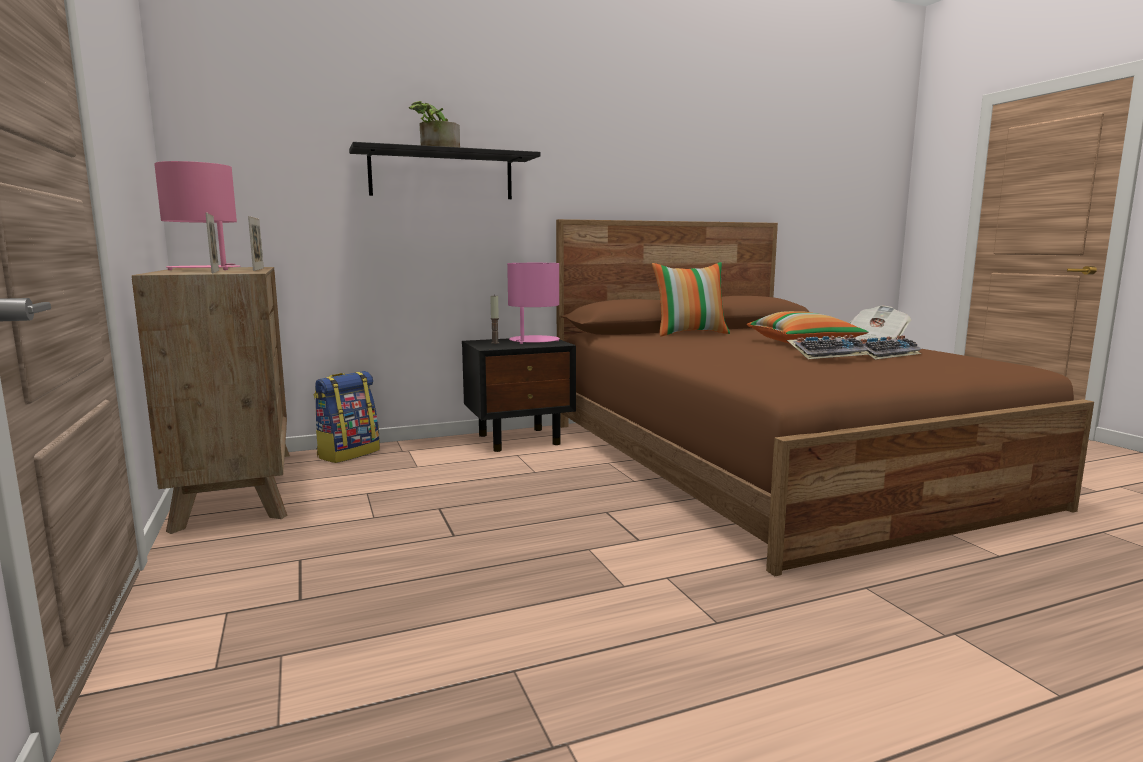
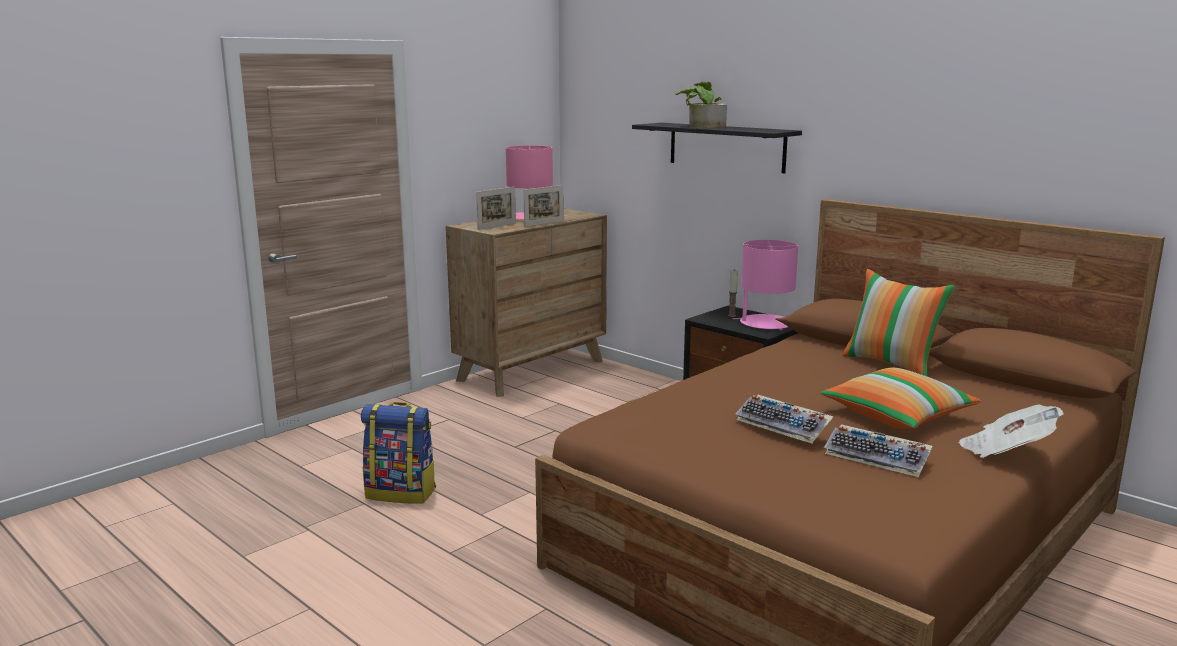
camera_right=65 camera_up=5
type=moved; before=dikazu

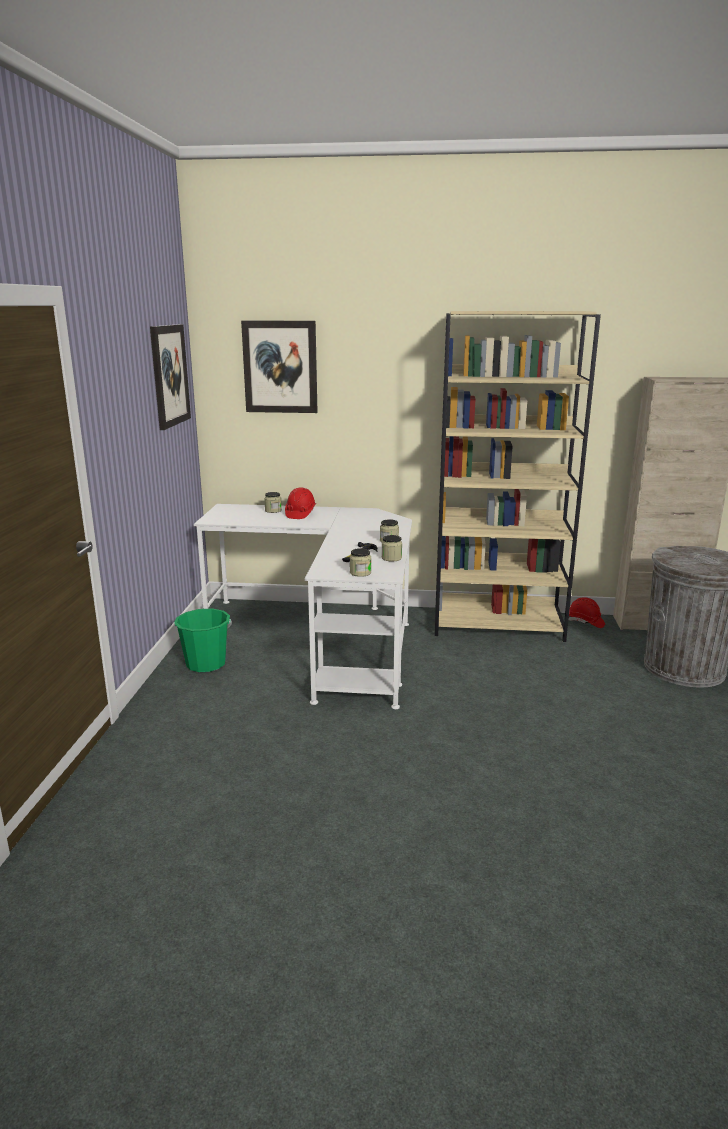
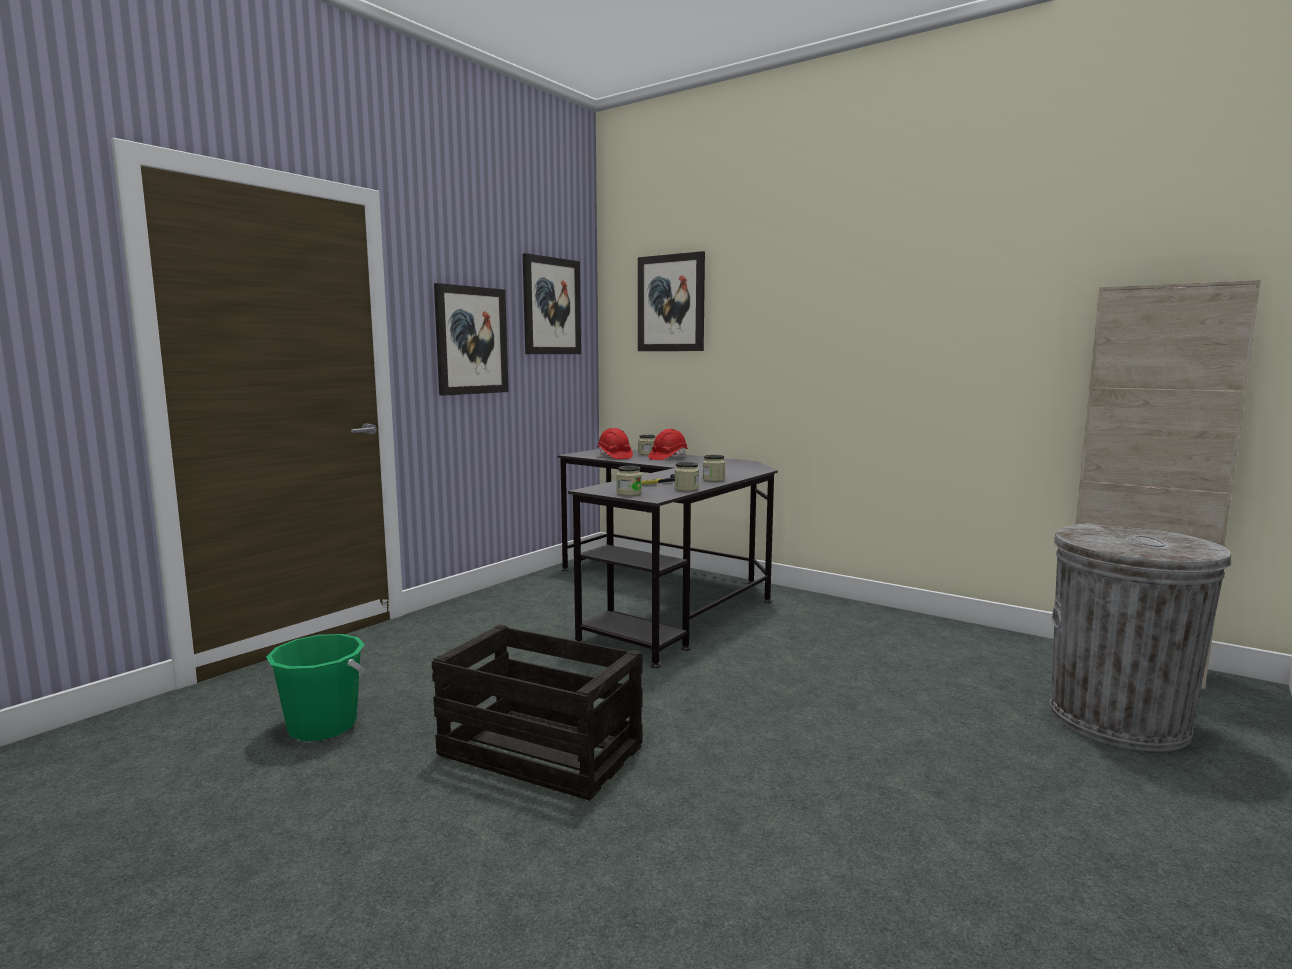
camera_right=30 camera_up=-10
type=moved; before=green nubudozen
type=recoloured; before=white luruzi; after=black luruzi
type=removed; before=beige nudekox
type=moved; before=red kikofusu (2nd from left in the first image); after=red kikofusu (1st from left)
type=added; after=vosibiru
type=added; after=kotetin (1st from left)

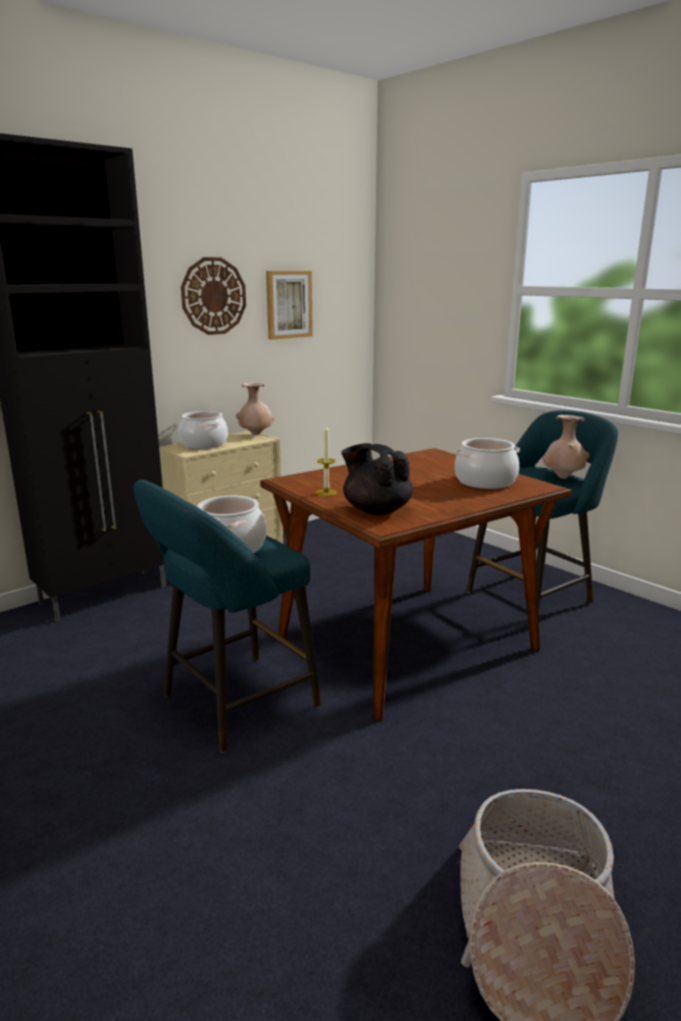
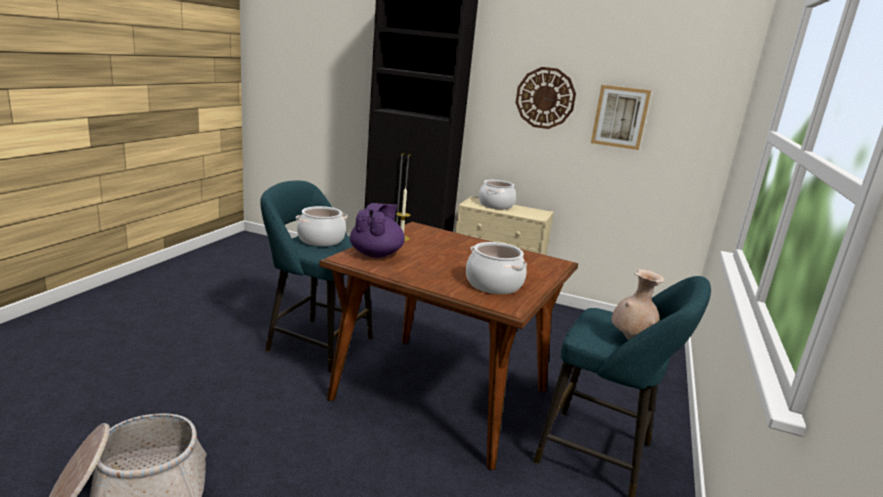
camera_right=60 camera_up=0
type=removed; before=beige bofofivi (1st from left)
type=recoloured; before=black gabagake; after=purple gabagake

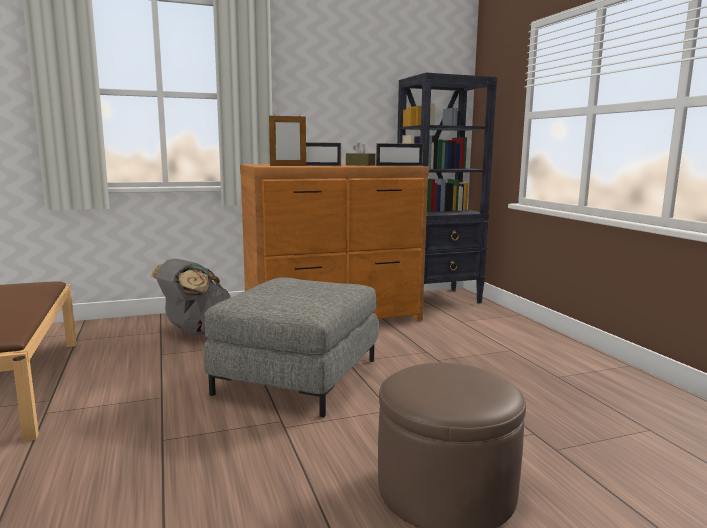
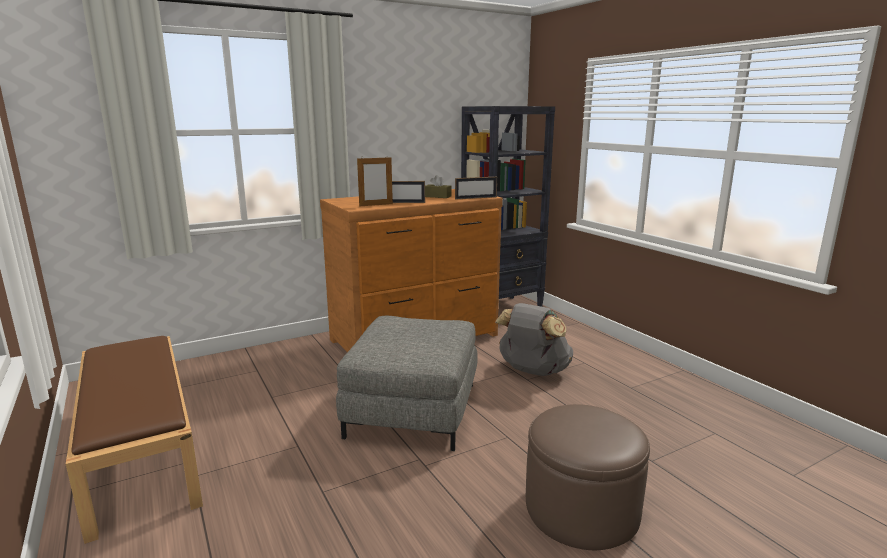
camera_right=-10 camera_up=5
type=moved; before=grey dikazu

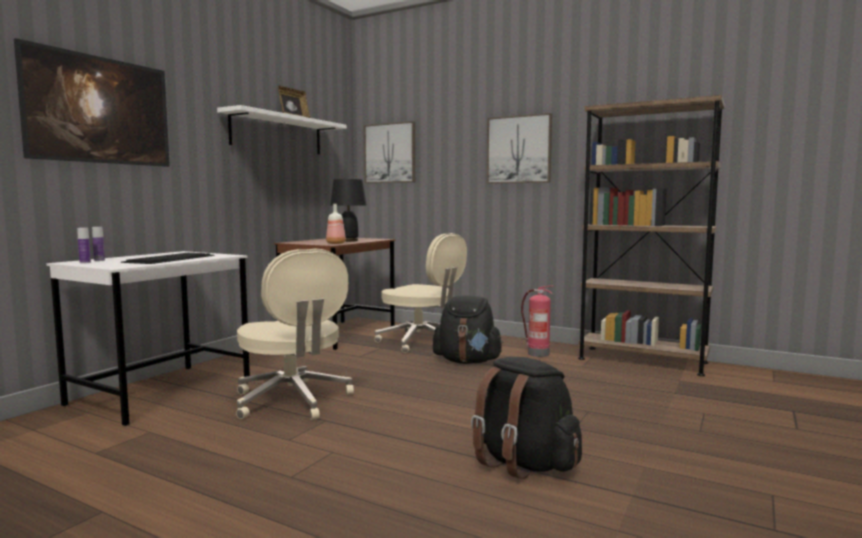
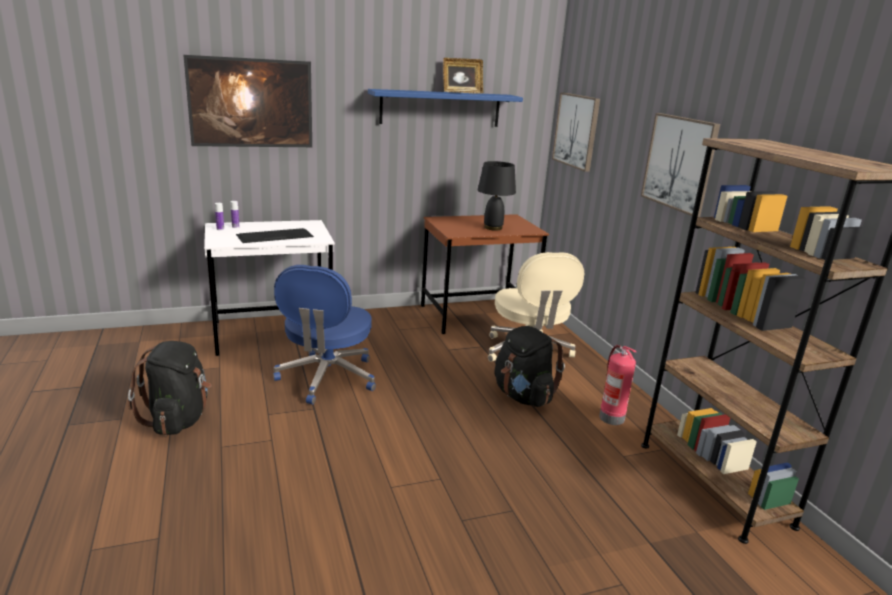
camera_right=40 camera_up=15
type=recoloured; before=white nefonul; after=blue nefonul
type=recoloured; before=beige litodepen (1st from left); after=blue litodepen
type=removed; before=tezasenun (3rd from left)
type=moved; before=black dikazu (2nd from left in the first image); after=black dikazu (1st from left)

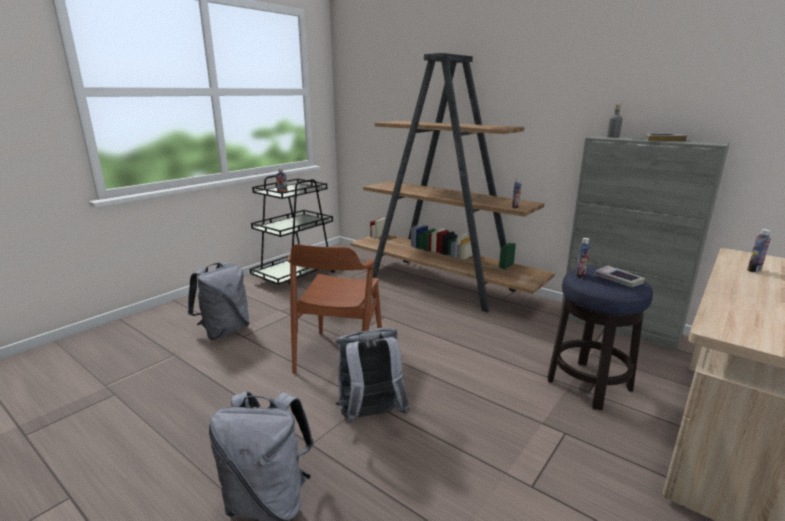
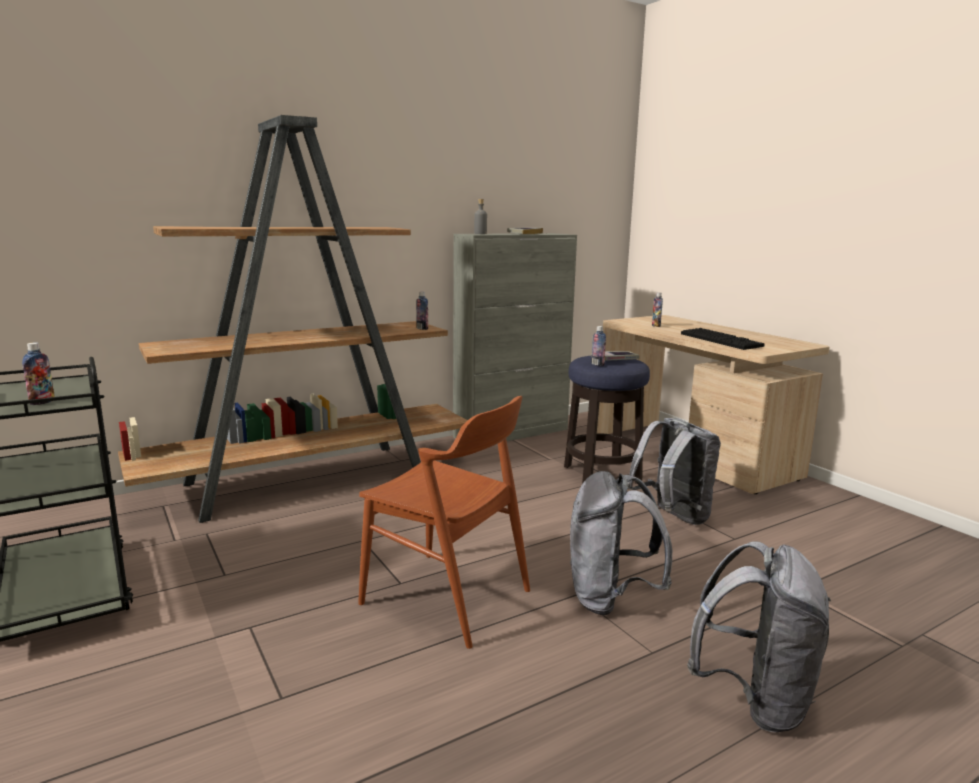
camera_right=-70 camera_up=-5
type=moved; before=grey dikazu (1st from left in the first image); after=grey dikazu (2nd from left)
type=added; after=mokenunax

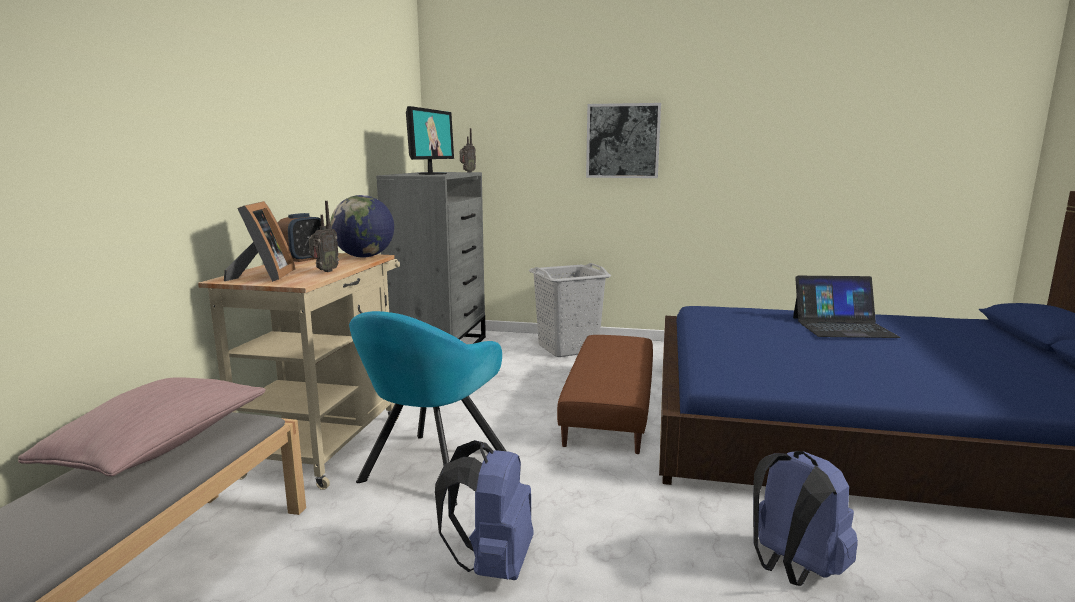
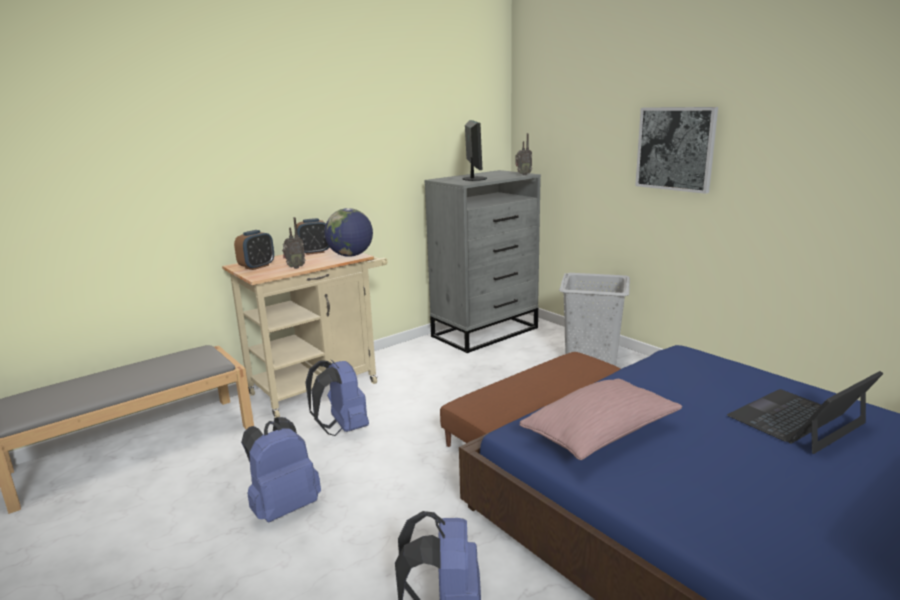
camera_right=40 camera_up=5
type=moved; before=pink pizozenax
type=replaced; before=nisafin; after=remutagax (1st from left)
type=replaced; before=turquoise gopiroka; after=blue dikazu (2nd from left)
type=turned; before=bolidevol; turn=-60
type=turned; before=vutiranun; turn=105

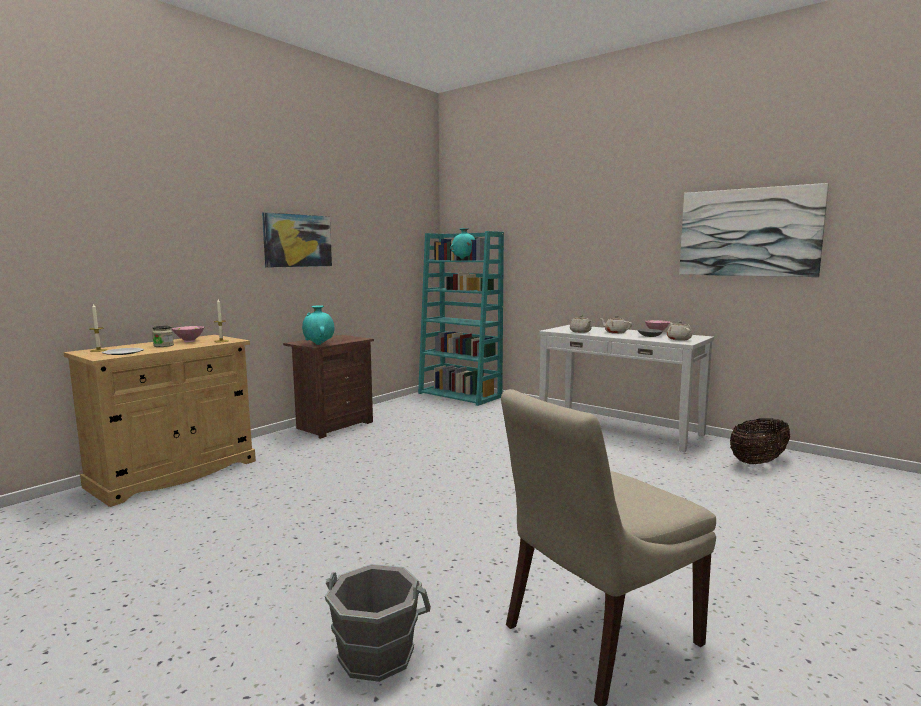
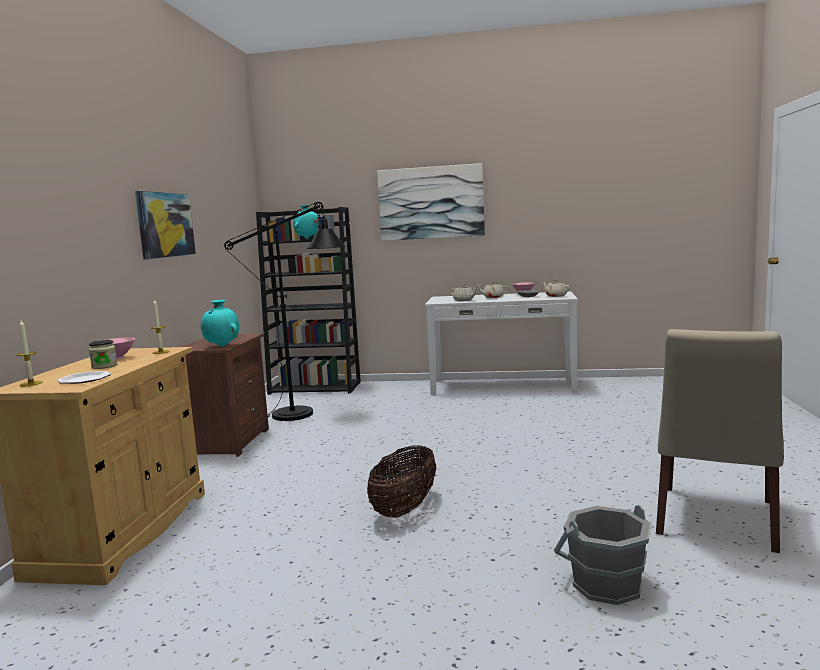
camera_right=-30 camera_up=0
type=recoloured; before=turquoise nudekox; after=black nudekox
type=moved; before=kotetin (2nd from left)
type=moved; before=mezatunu
type=added; after=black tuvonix

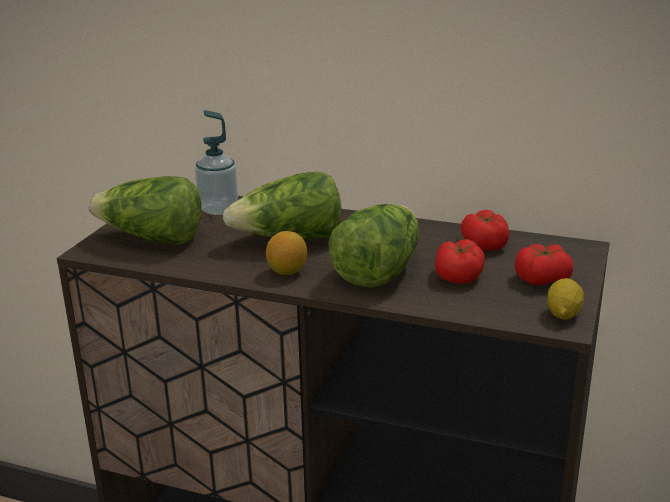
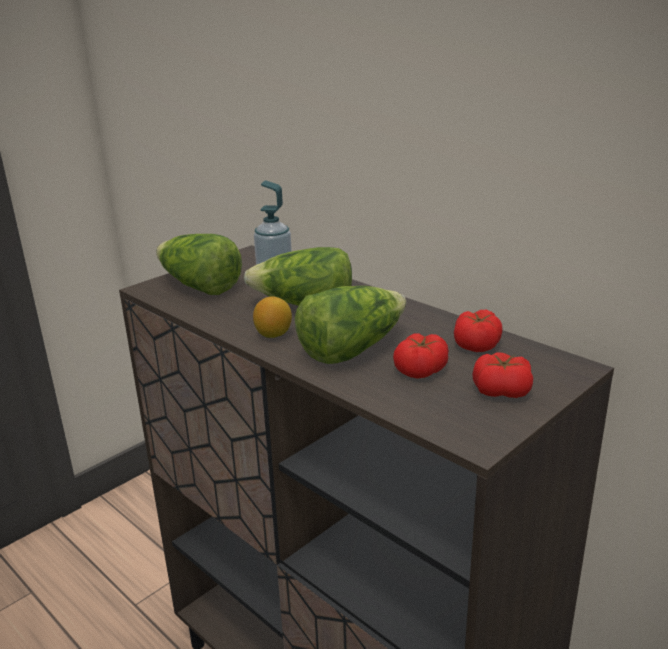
camera_right=25 camera_up=0
type=removed; before=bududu (2nd from left)

